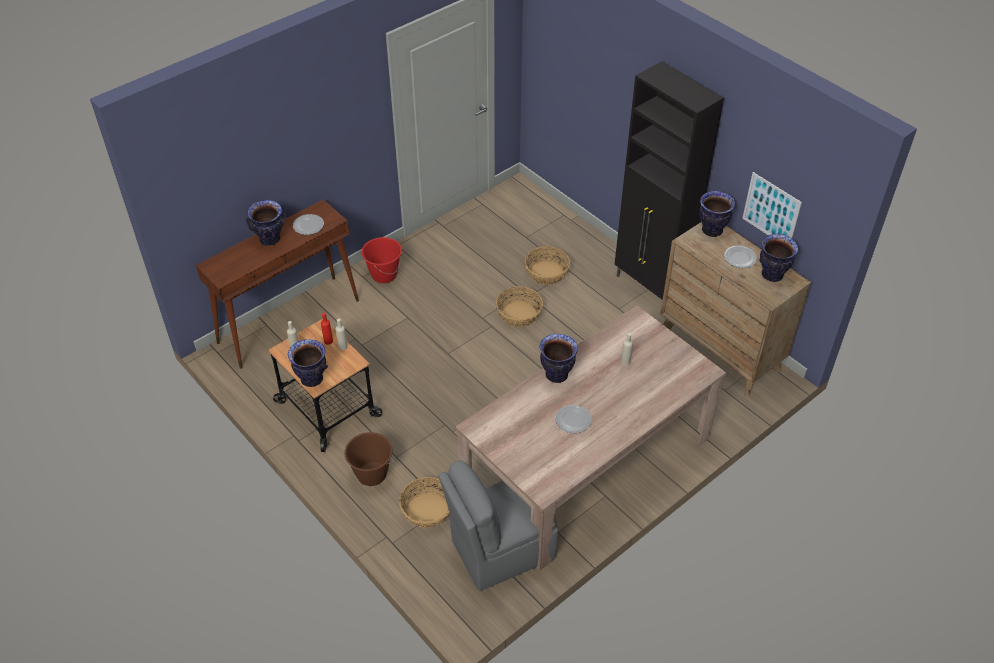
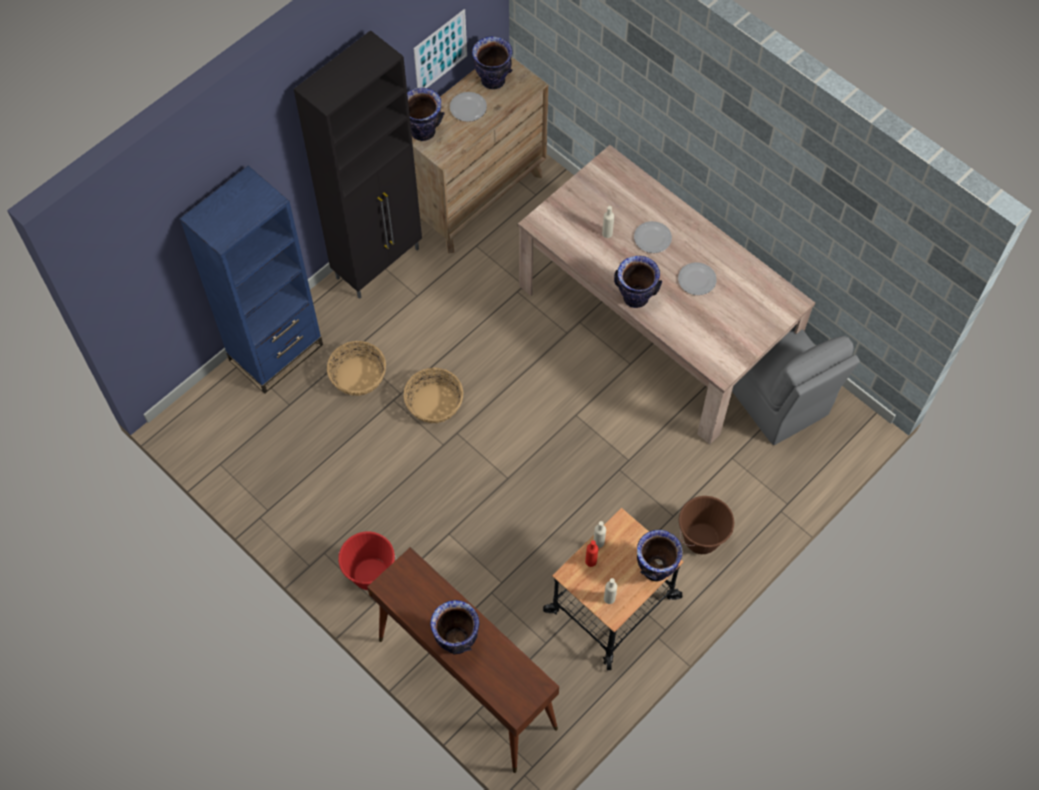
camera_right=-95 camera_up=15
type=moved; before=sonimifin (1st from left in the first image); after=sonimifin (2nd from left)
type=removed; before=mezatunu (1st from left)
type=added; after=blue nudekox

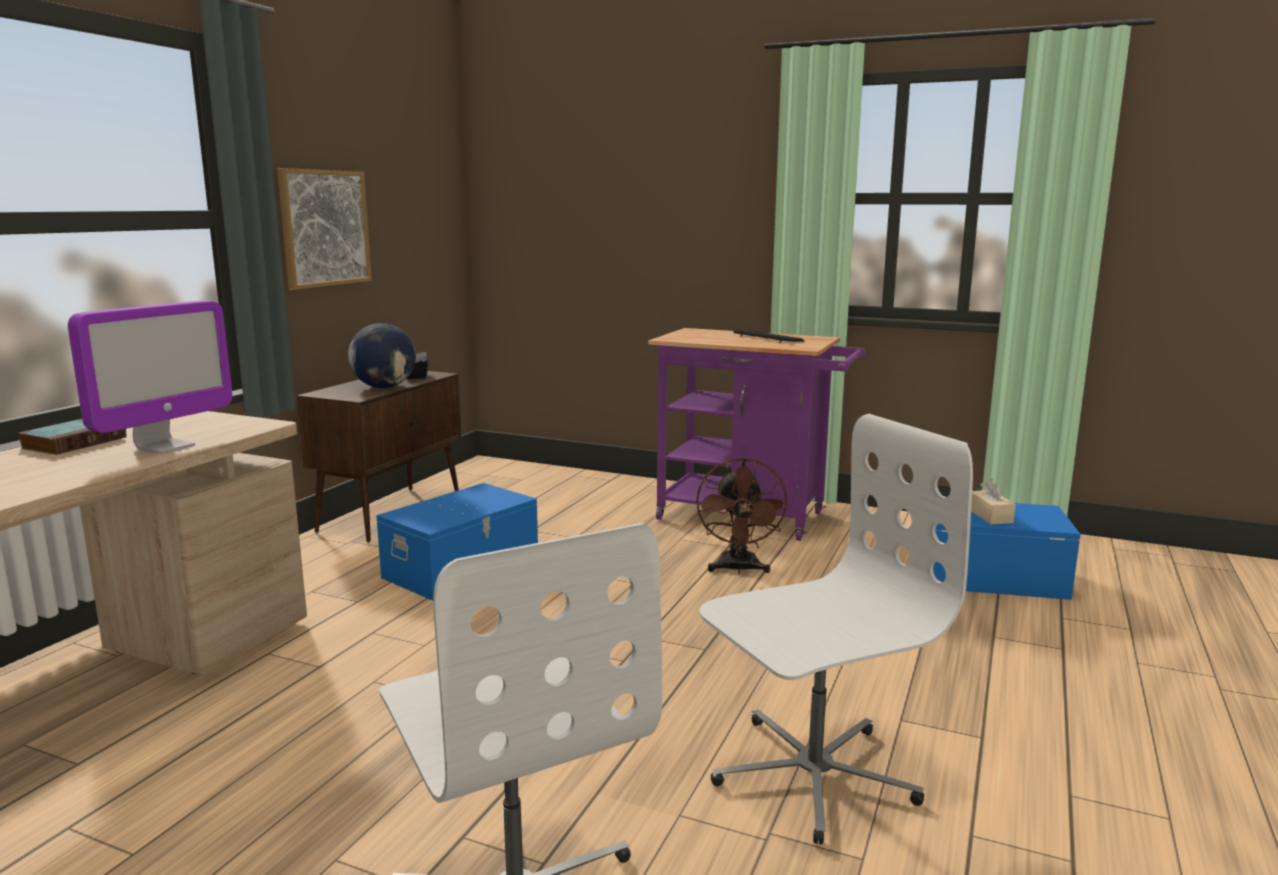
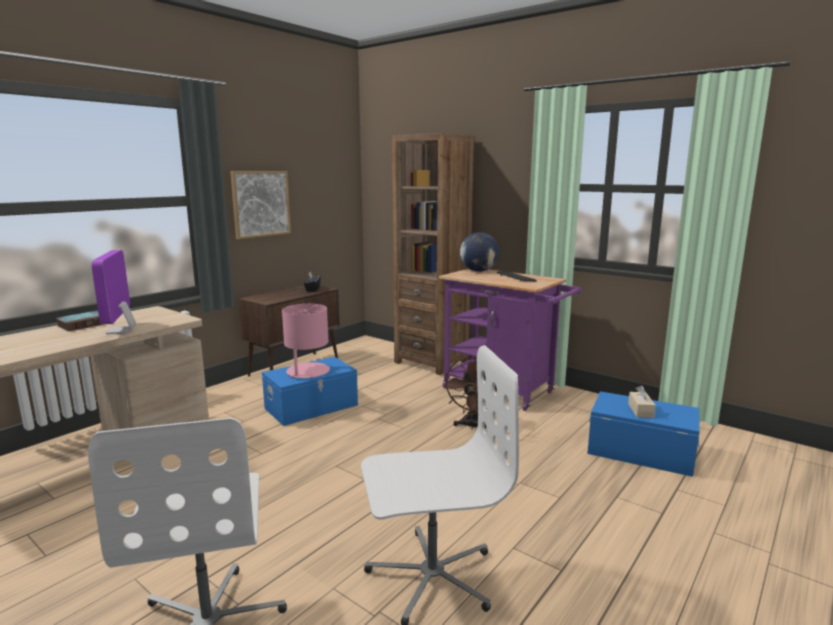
camera_right=15 camera_up=0
type=turned; before=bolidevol; turn=120
type=moved; before=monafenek
type=added; after=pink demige
type=added; after=brown nudekox

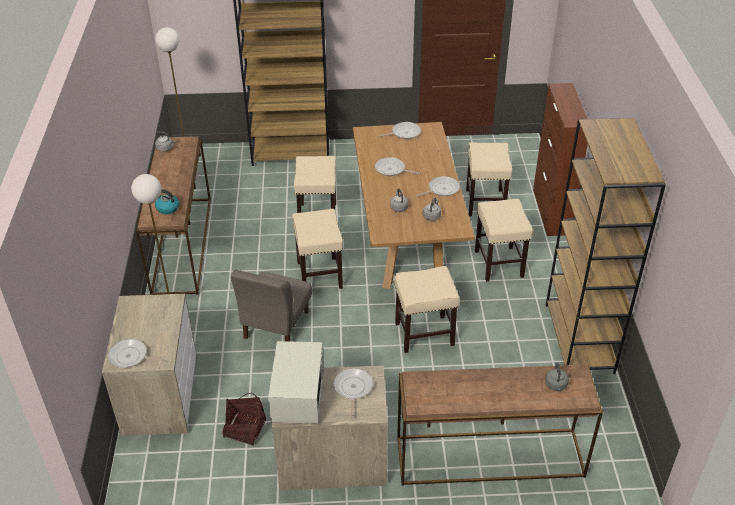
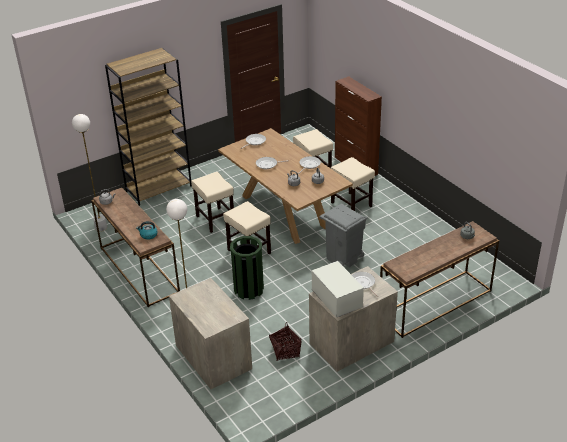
camera_right=-30 camera_up=-5
type=removed; before=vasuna (1st from left)
type=replaced; before=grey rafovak; after=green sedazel
type=replaced; before=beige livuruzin (3rd from left); after=grey sedazel
type=removed; before=brown nudekox (2nd from left)

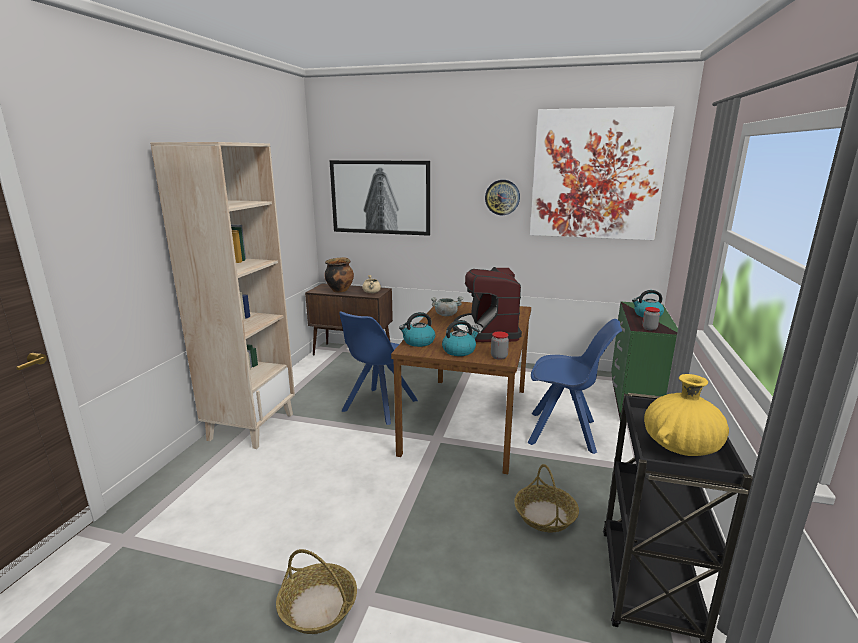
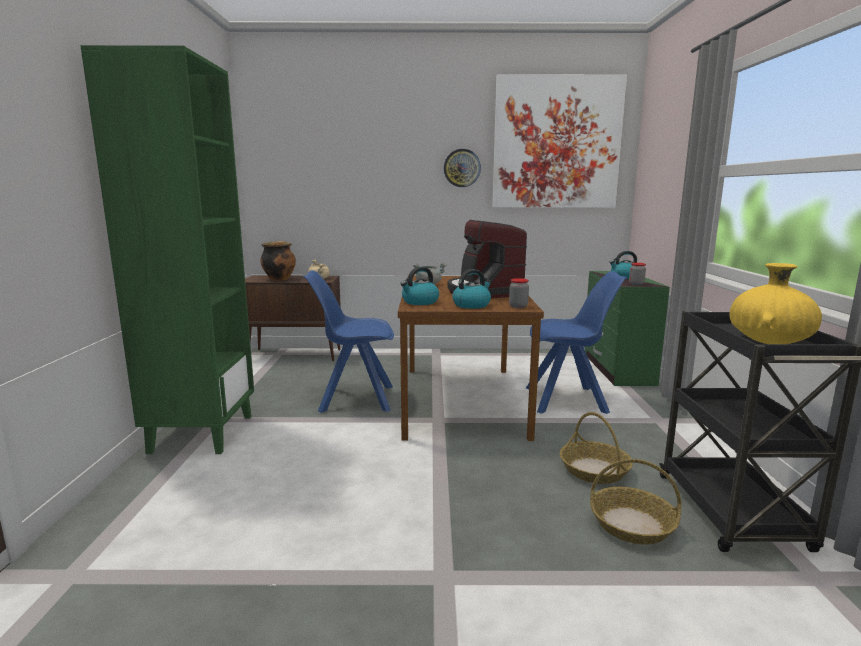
camera_right=-15 camera_up=-5
type=recoloured; before=beige nudekox; after=green nudekox
type=moved; before=mezatunu (1st from left in the first image); after=mezatunu (2nd from left)
type=removed; before=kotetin (1st from left)
type=turned; before=blue rafovak (1st from left); turn=75

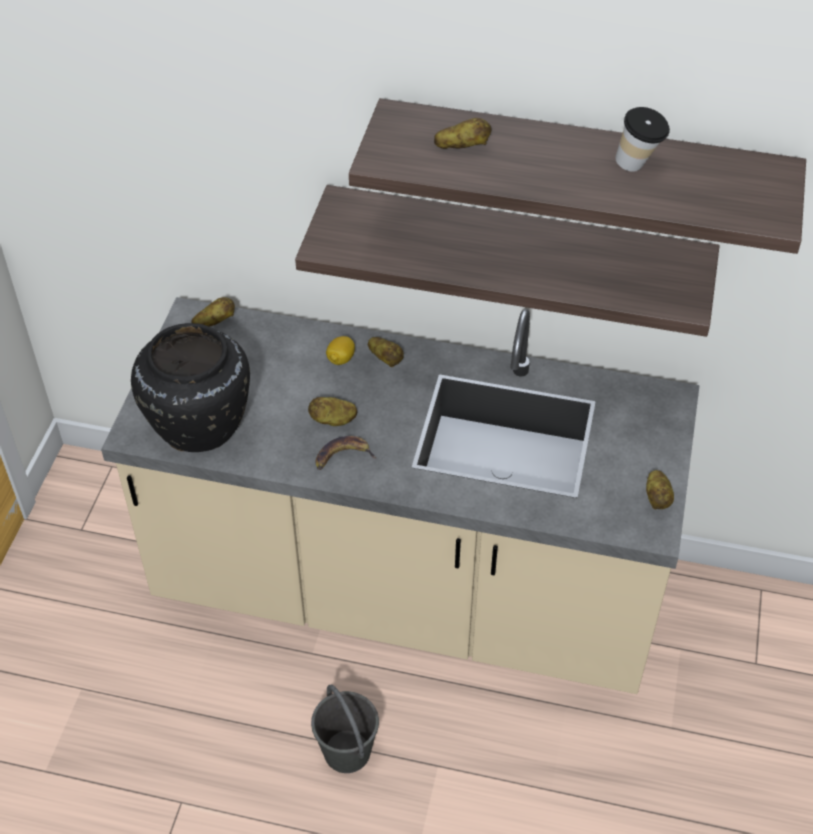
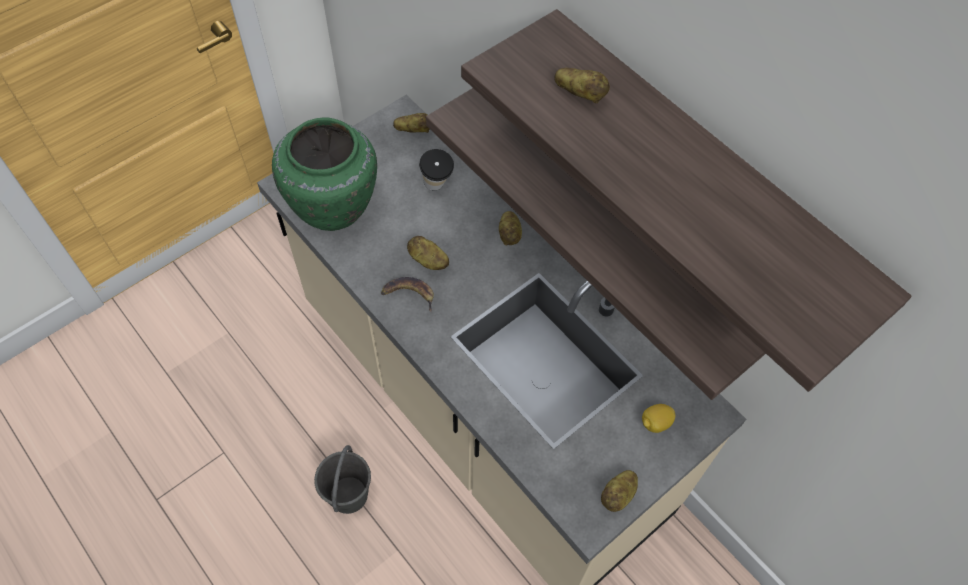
camera_right=35 camera_up=10
type=recoloured; before=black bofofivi; after=green bofofivi
type=moved; before=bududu
type=moved; before=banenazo

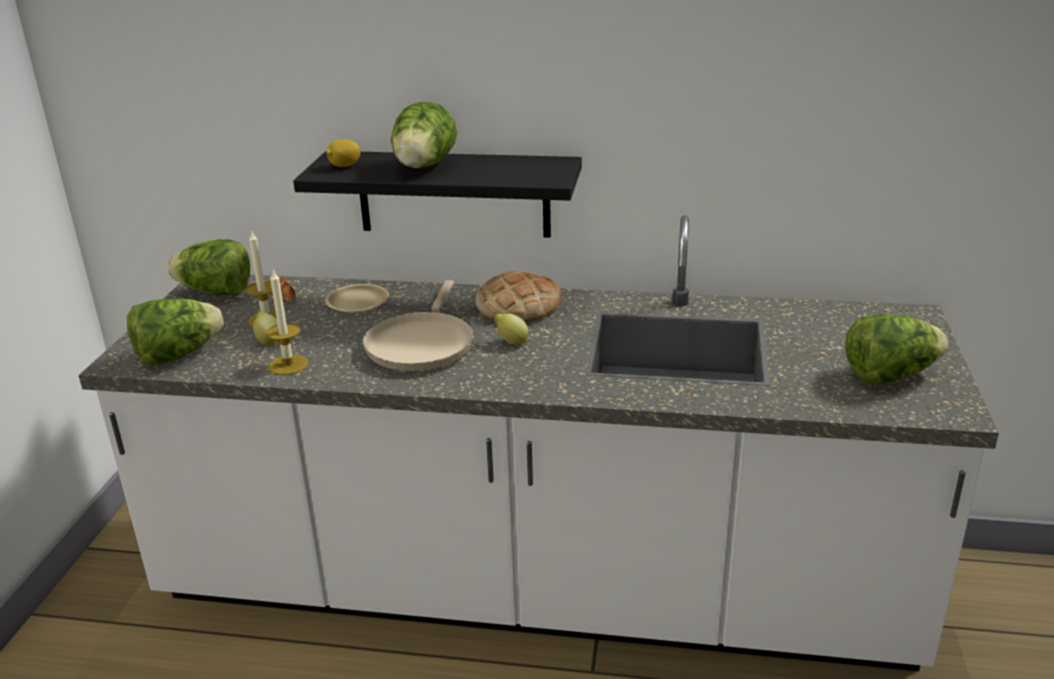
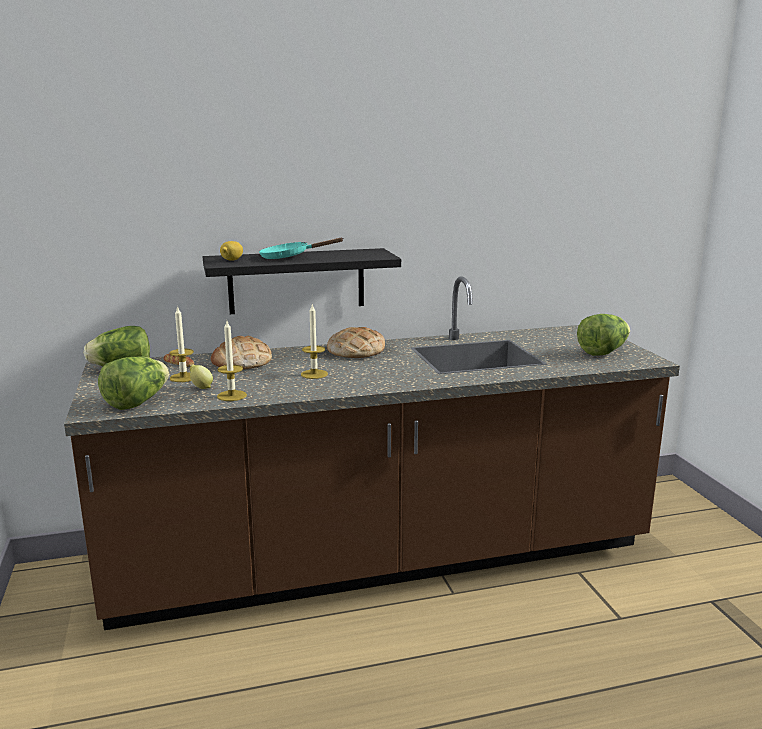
camera_right=-25 camera_up=-10
type=recoloured; before=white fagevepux; after=brown fagevepux
type=replaced; before=beige sonimifin; after=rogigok (2nd from left)
type=replaced; before=beige vasuna; after=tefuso (3rd from left)
type=replaced; before=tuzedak (3rd from left); after=turquoise vasuna
type=removed; before=bududu (3rd from left)

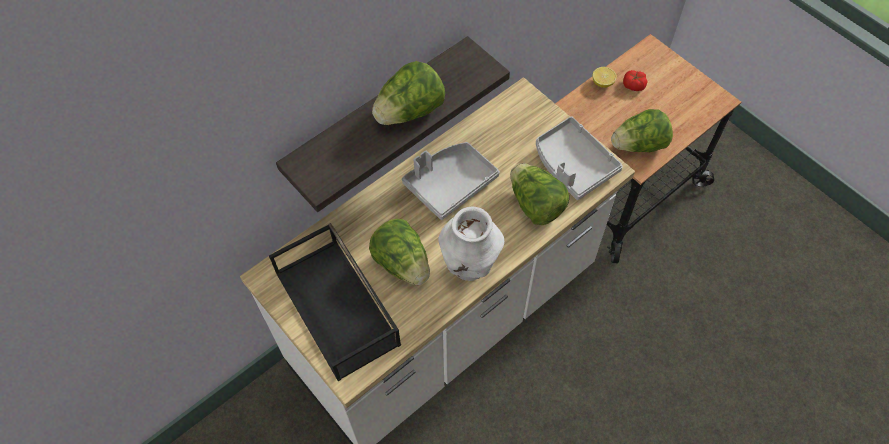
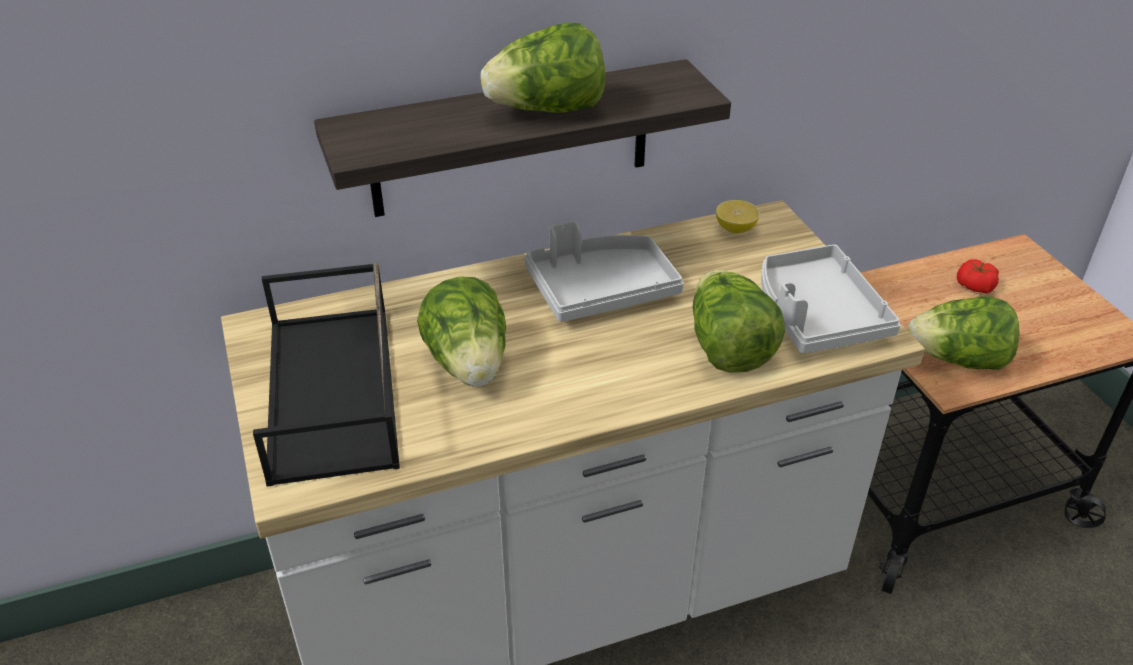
camera_right=20 camera_up=-20
type=removed; before=white bofofivi
type=moved; before=bududu

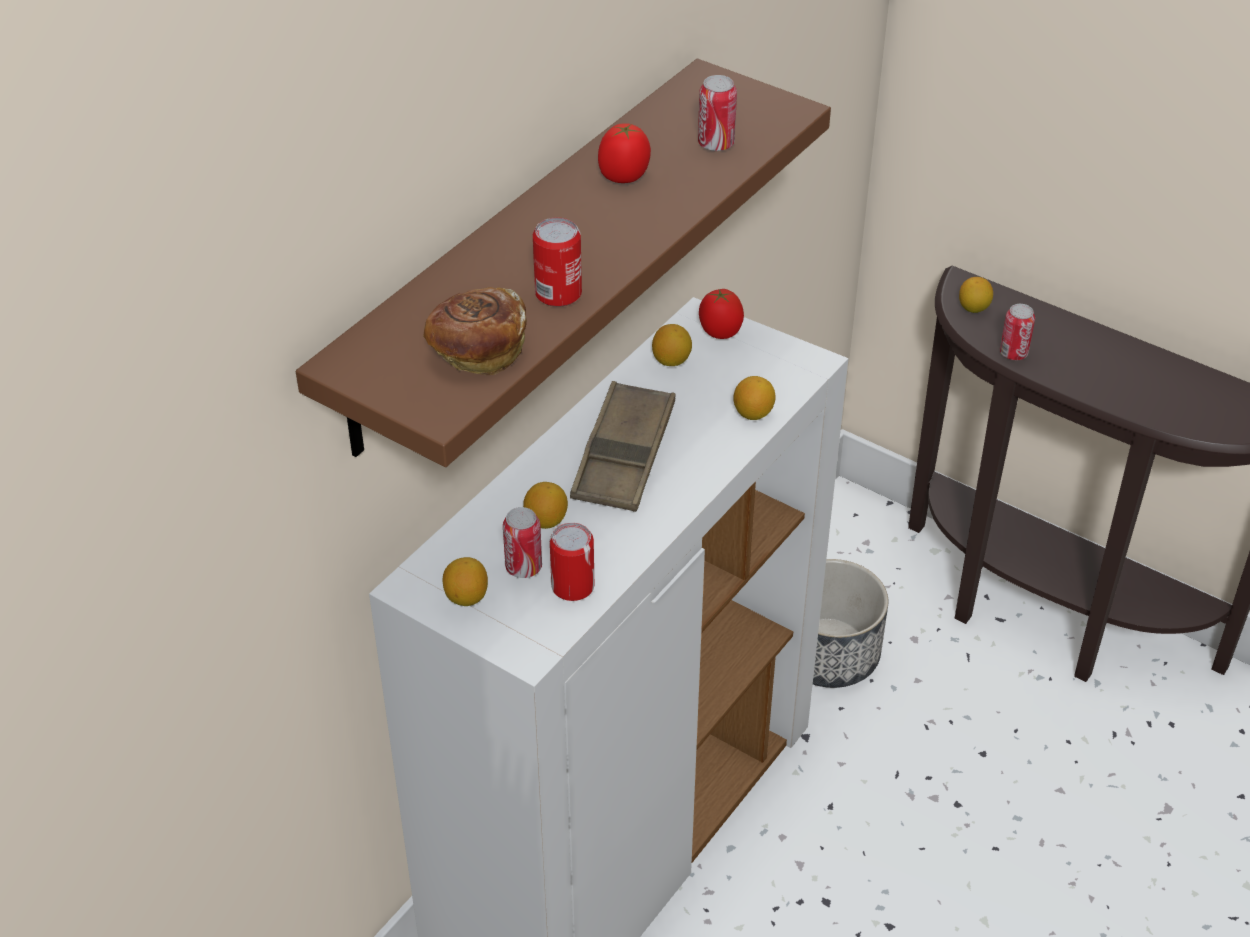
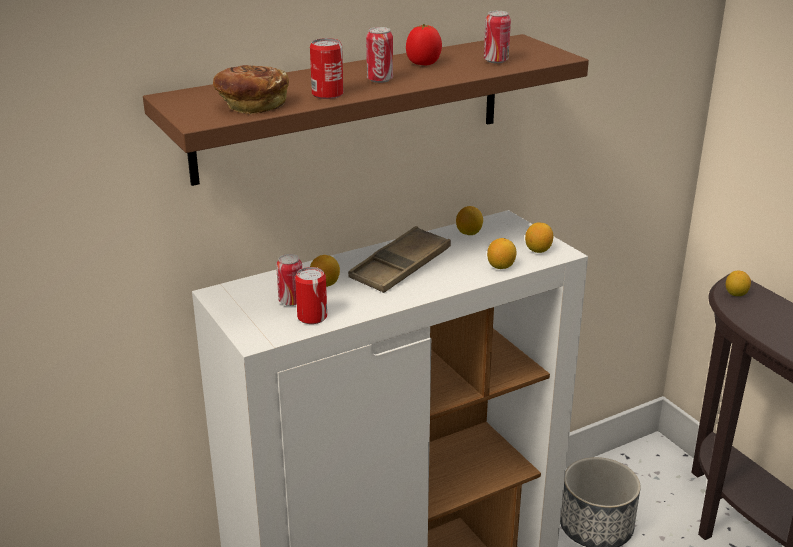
camera_right=25 camera_up=-15
type=moved; before=bududu (1st from left in the first image); after=bududu (4th from left)
type=removed; before=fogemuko (2nd from left)
type=moved; before=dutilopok (5th from left in the first image); after=dutilopok (4th from left)

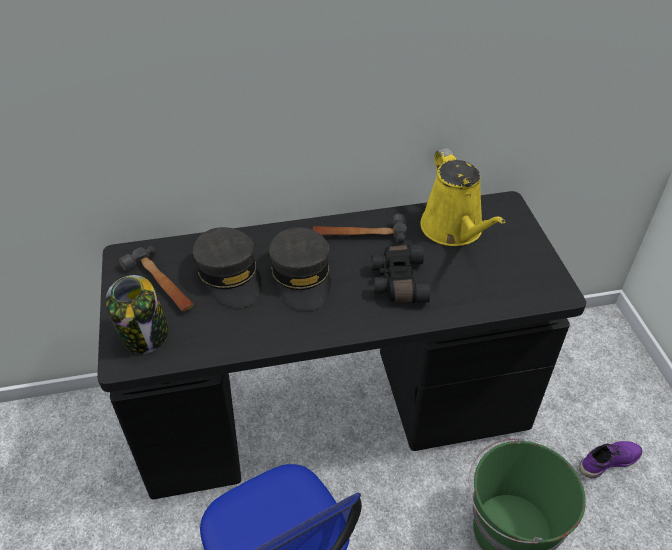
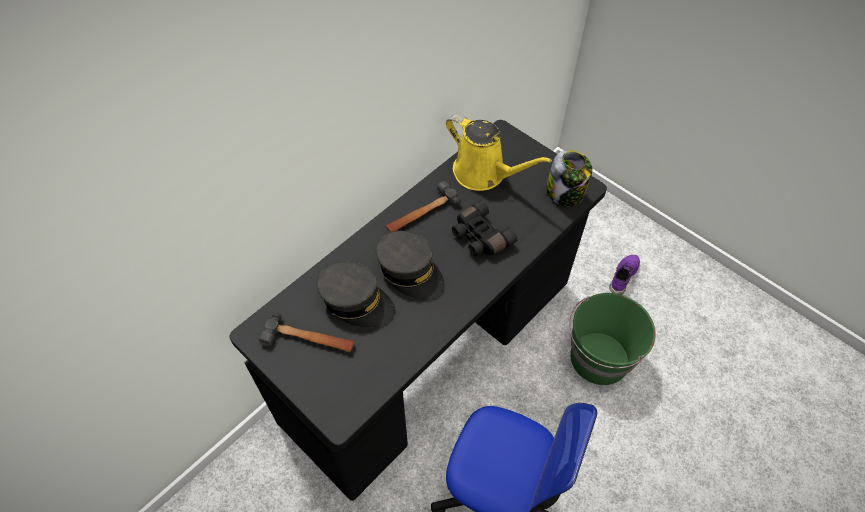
camera_right=-35 camera_up=10
type=moved; before=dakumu

